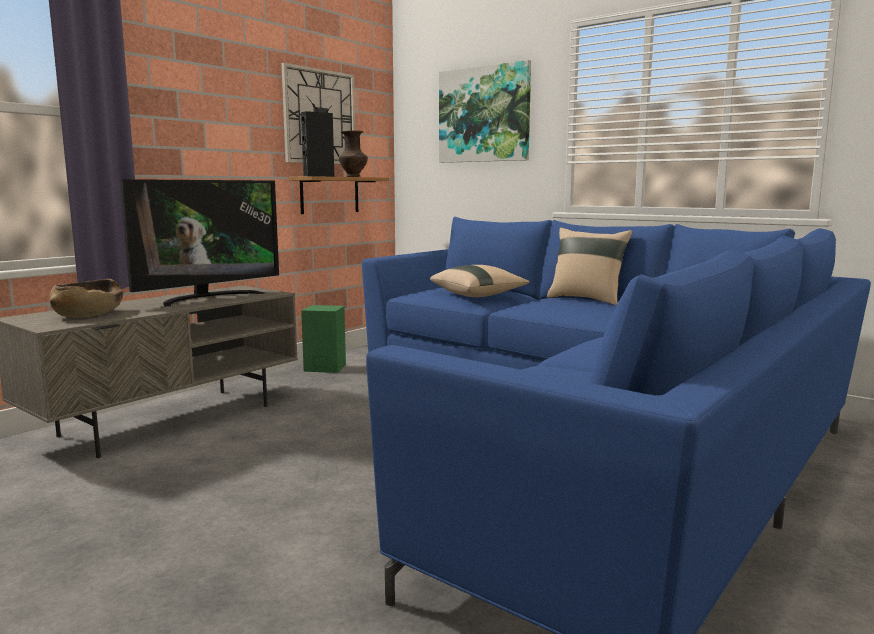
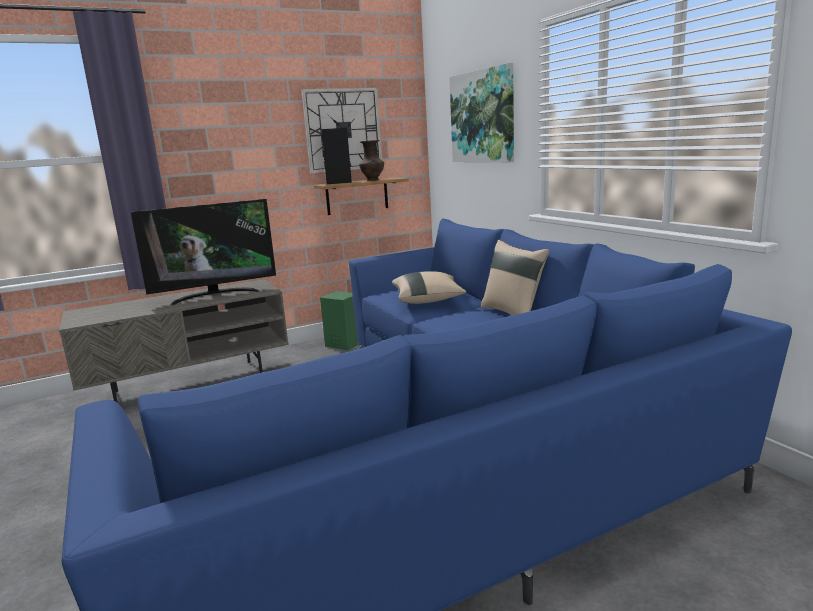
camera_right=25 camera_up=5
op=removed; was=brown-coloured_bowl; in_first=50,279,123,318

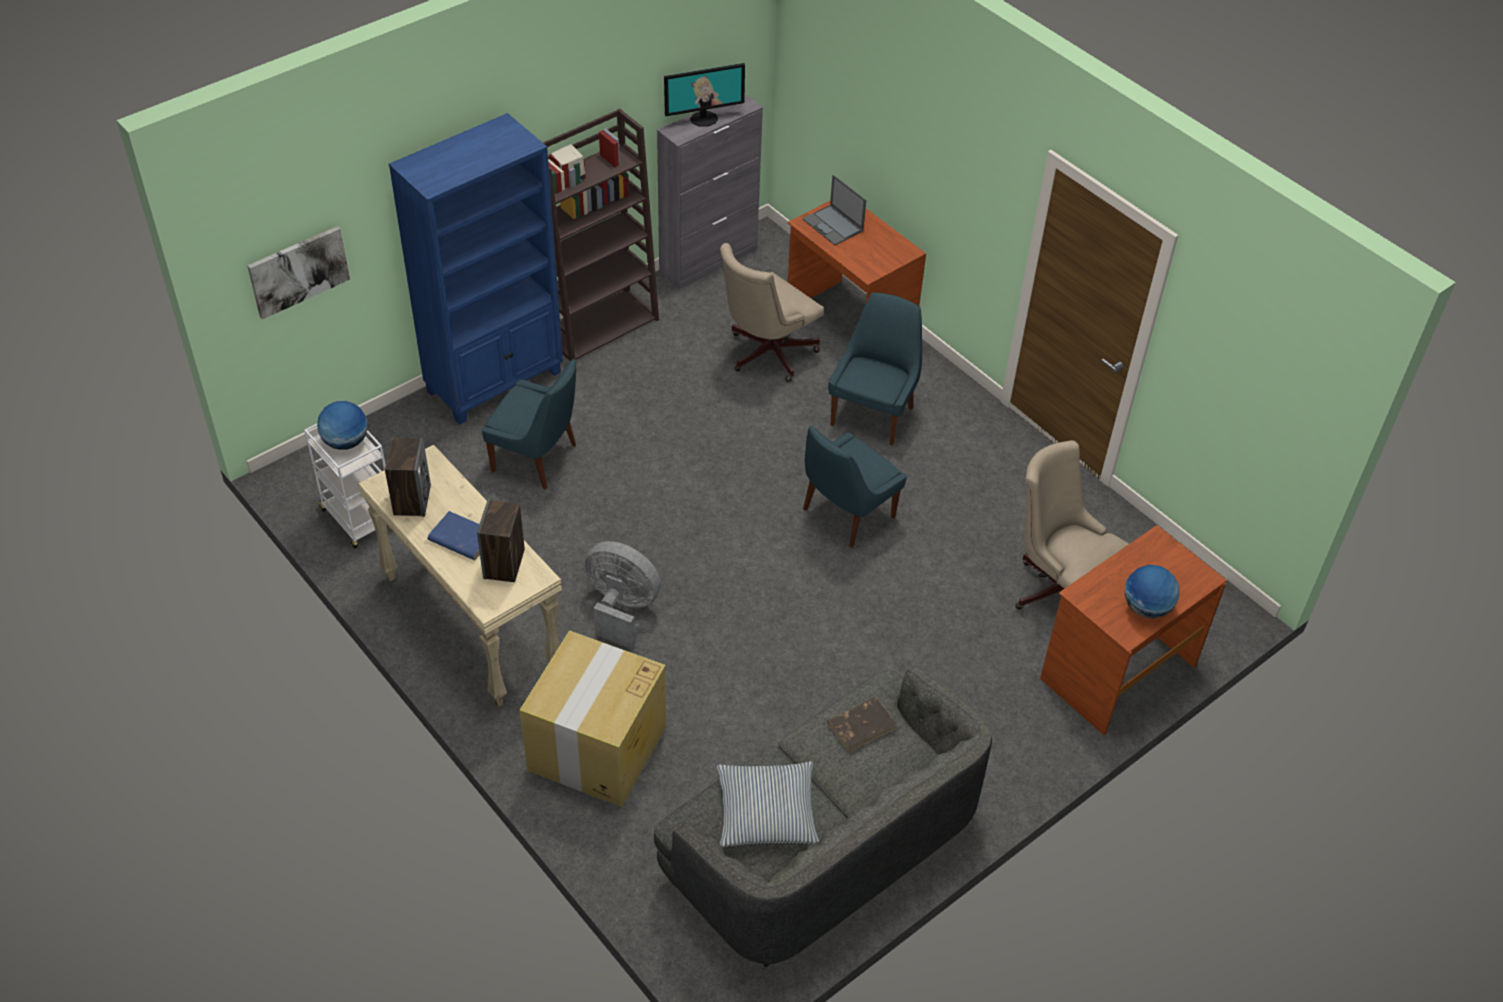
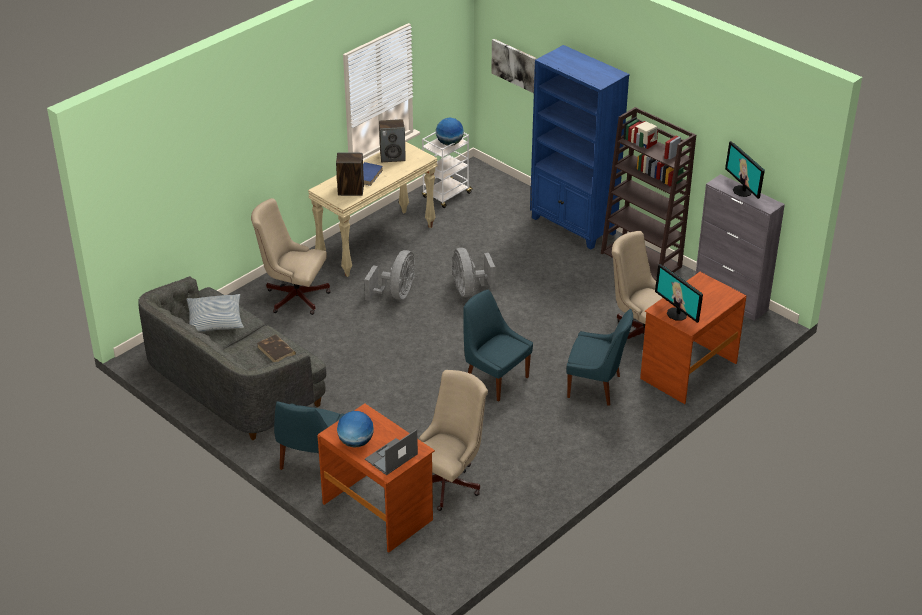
camera_right=85 camera_up=-10
op=added; now=gray_electric_fan; in_second=452,248,495,297
op=added; now=computer_screen; in_second=655,264,703,323
op=moved; was=blue_plain_chair; in_first=482,359,576,489; in_second=274,402,345,470
op=moved; was=notebook_computer; in_first=803,175,866,245; in_second=365,429,418,475
op=replaced; was=packing_box; now=sand-coloured_office_chair; in_first=520,630,666,807; in_second=251,198,331,315

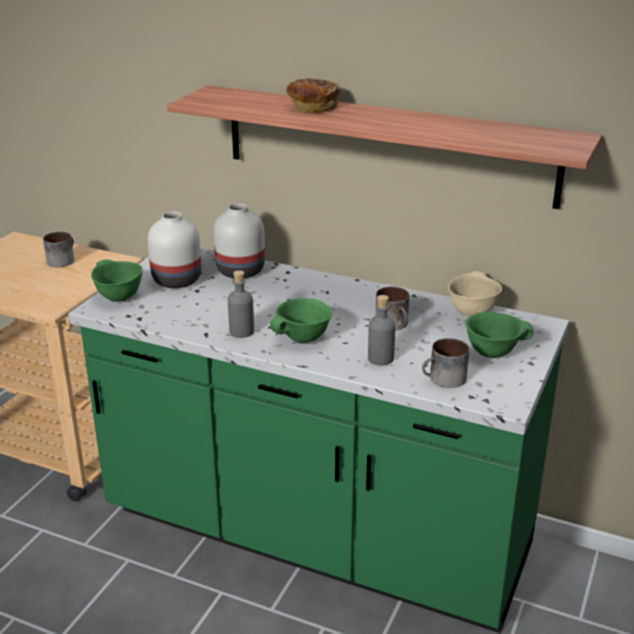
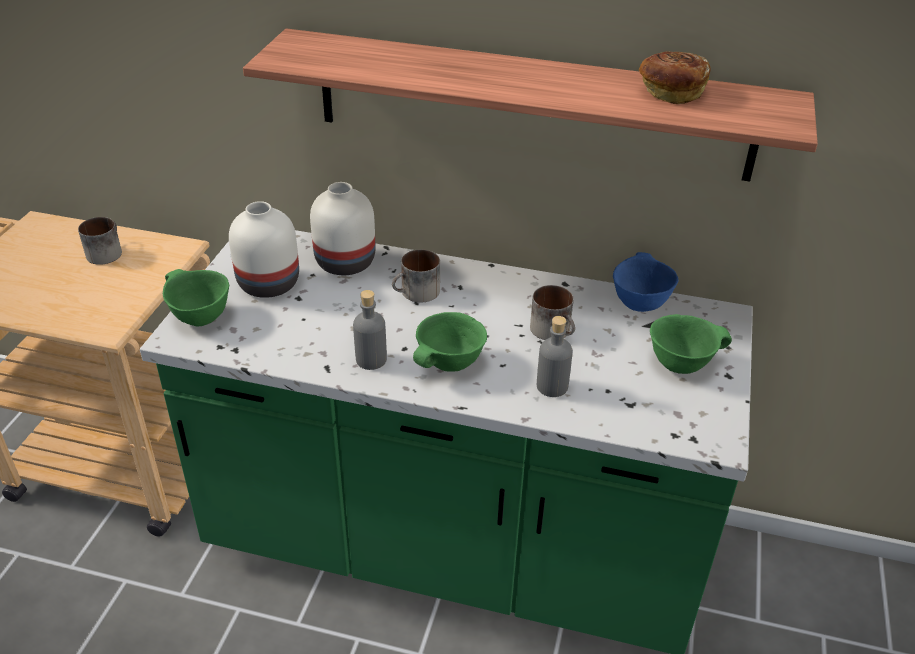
camera_right=-10 camera_up=10
op=moved; was=bakery_bread; in_first=286,78,340,113; in_second=639,51,711,104
op=moved; was=mug; in_first=422,338,469,388; in_second=392,249,440,302
op=recoloured; was=sand-coloured_bowl; now=blue_bowl; in_first=448,271,502,316; in_second=613,252,678,312

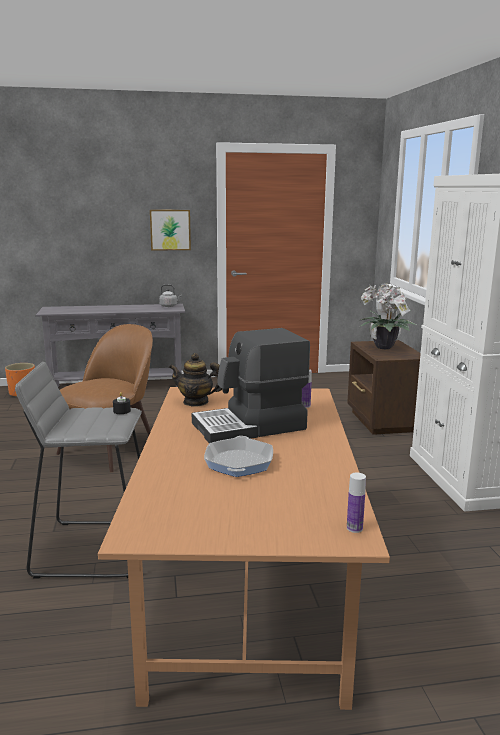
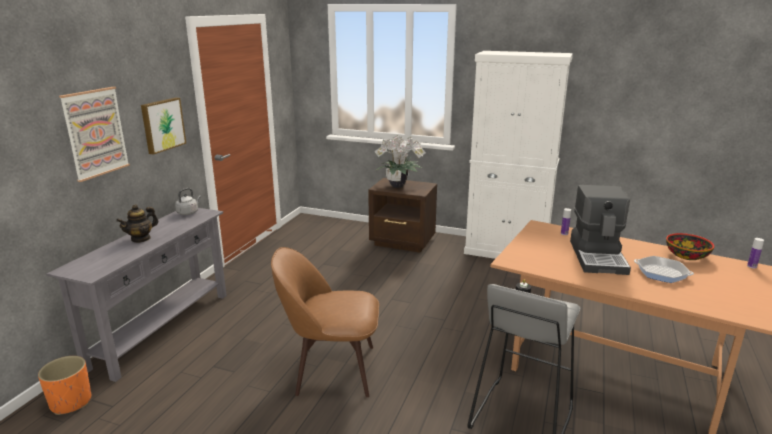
camera_right=-60 camera_up=5
op=added; now=picture; in_second=59,87,130,182
op=added; now=bowl; in_second=666,233,714,260
op=moved; was=teapot; in_first=169,353,222,407; in_second=116,205,158,243
op=turned; was=brown-coloured_plain_chair; in_first=57,324,153,472; in_second=271,247,379,397; clockwise=-60

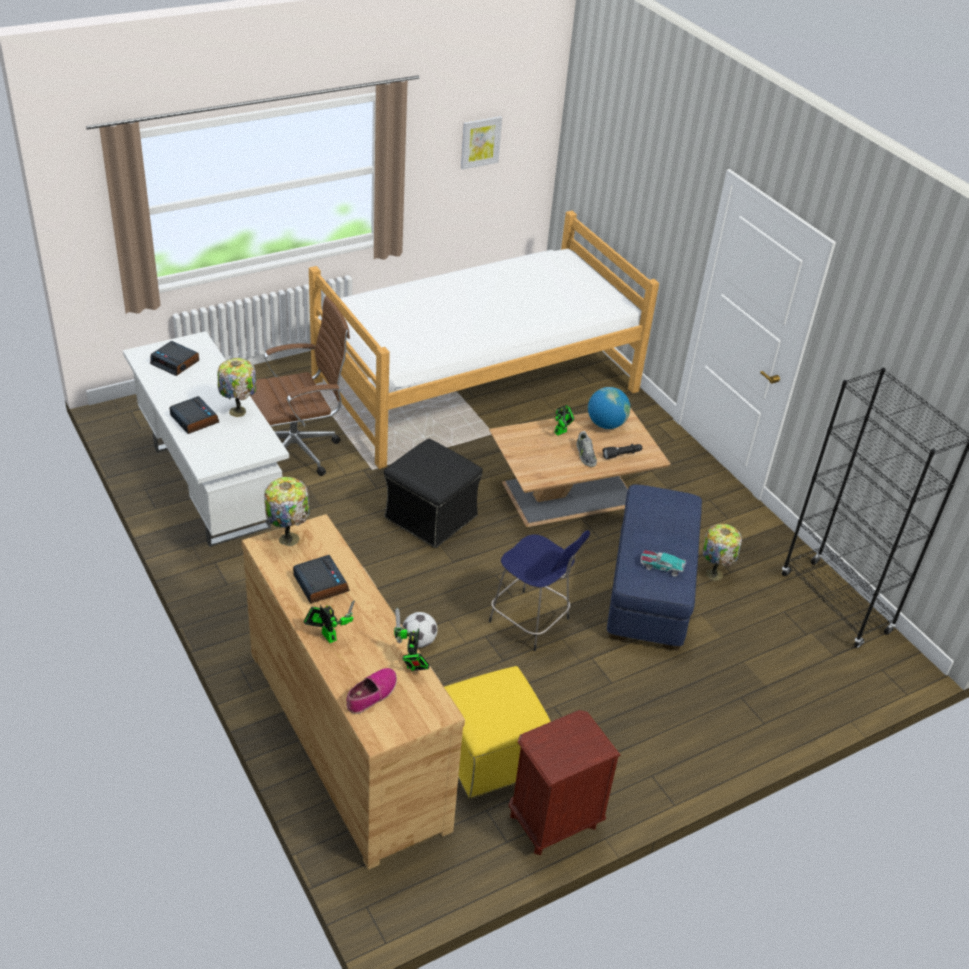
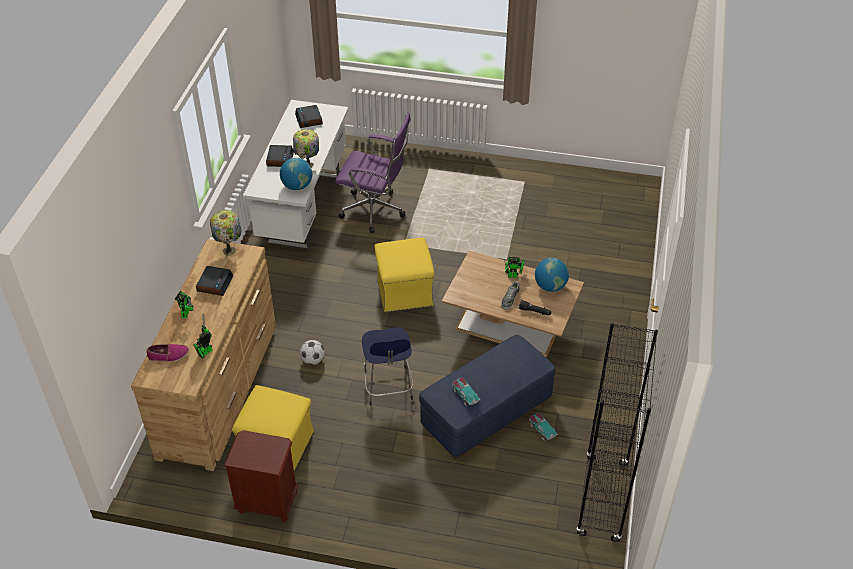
camera_right=45 camera_up=5
op=removed; was=bedroom_bed; in_first=309,211,659,469
op=removed; was=picture; in_first=461,116,502,170
op=added; now=desk_globe; in_second=280,158,312,190
op=replaced; was=lamp_for_a_table; now=model_car; in_first=702,524,742,580; in_second=529,413,558,441
op=recoloured; was=brown-coloured_office_chair; now=purple-coloured_office_chair; in_first=250,296,350,476; in_second=335,113,411,233
op=recoloured; was=blackish_ottoman; now=yellow_ottoman; in_first=384,439,483,548; in_second=374,238,435,312

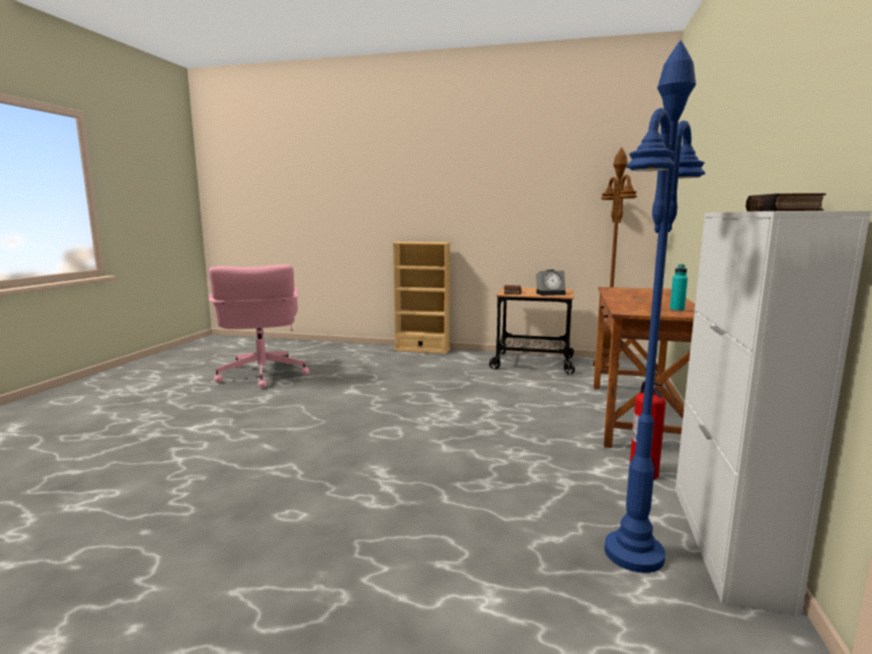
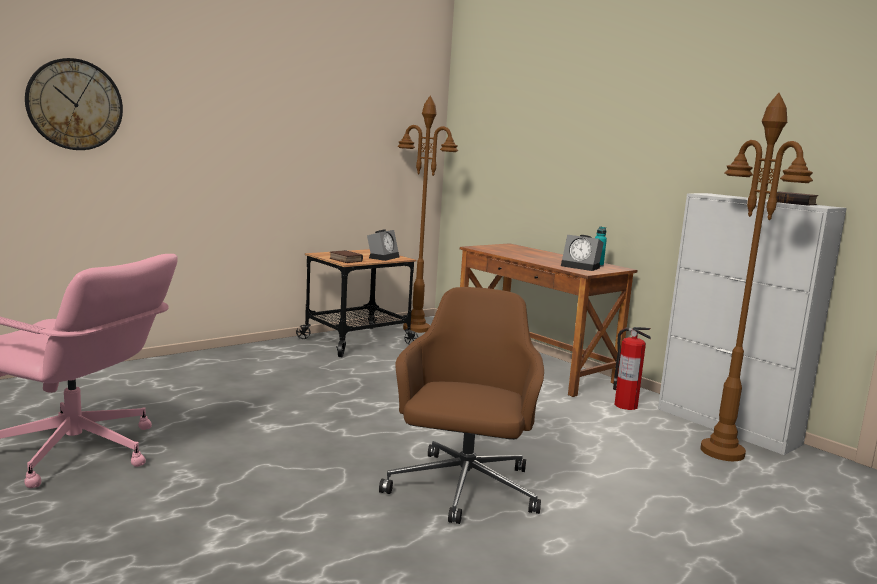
camera_right=-55 camera_up=0
op=removed; was=sand-coloured_shelving_unit; in_first=392,242,451,354
op=added; now=wall_clock; in_second=25,58,123,150
op=added; now=brown-coloured_office_chair; in_second=379,287,544,524
op=added; now=bedside_clock; in_second=561,235,604,271
op=recoloured; was=blue_standard_lamp; now=brown-coloured_standard_lamp; in_first=604,40,705,573; in_second=700,93,813,461

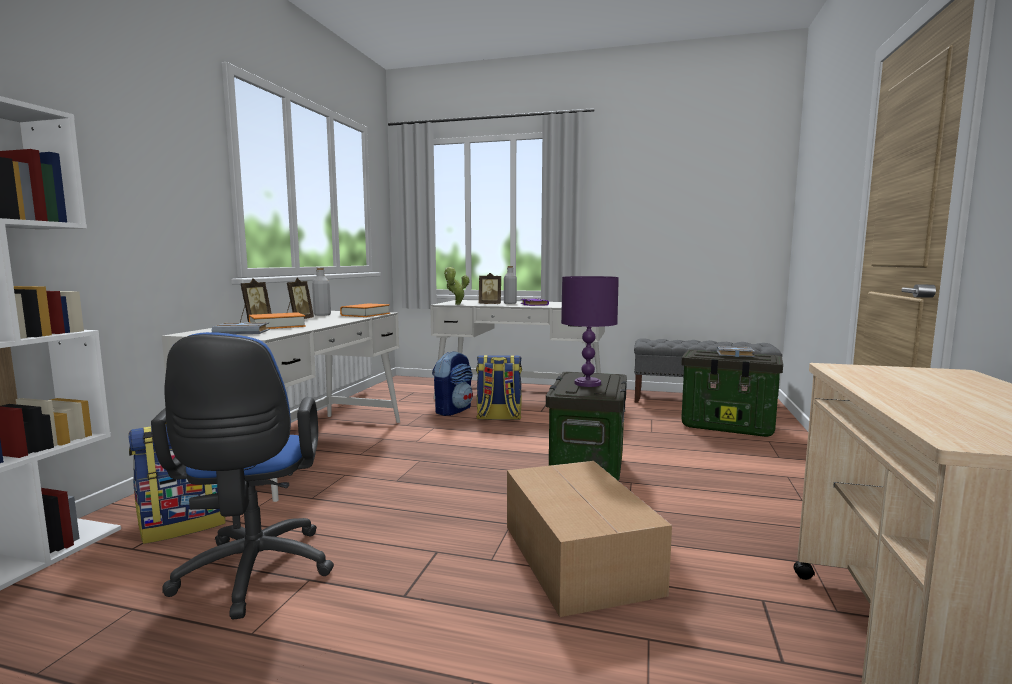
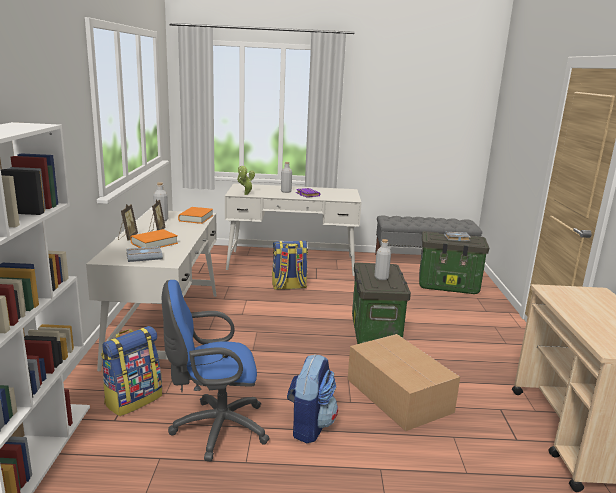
camera_right=-15 camera_up=10
op=removed; was=standing_frame; in_first=479,273,501,304
op=moved; was=backpack; in_first=432,351,473,416; in_second=287,355,338,443
op=replaced; was=purple-coloured_lamp_for_a_table; now=gray_drink_bottle; in_first=561,276,619,387; in_second=374,239,391,280
op=turned; was=blue_office_chair; in_first=151,332,334,620; in_second=162,280,270,462; clockwise=105

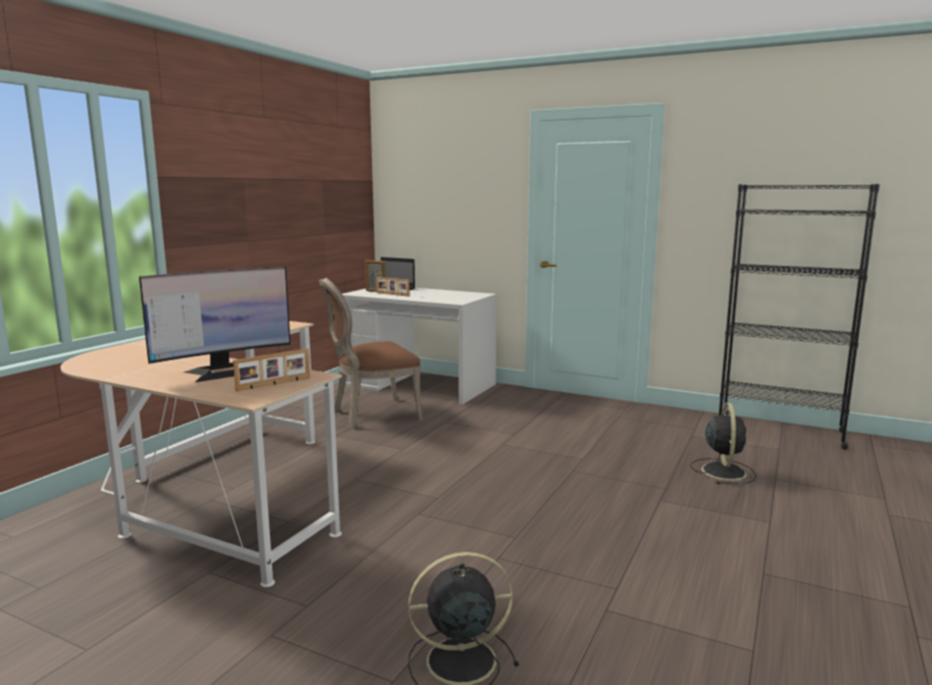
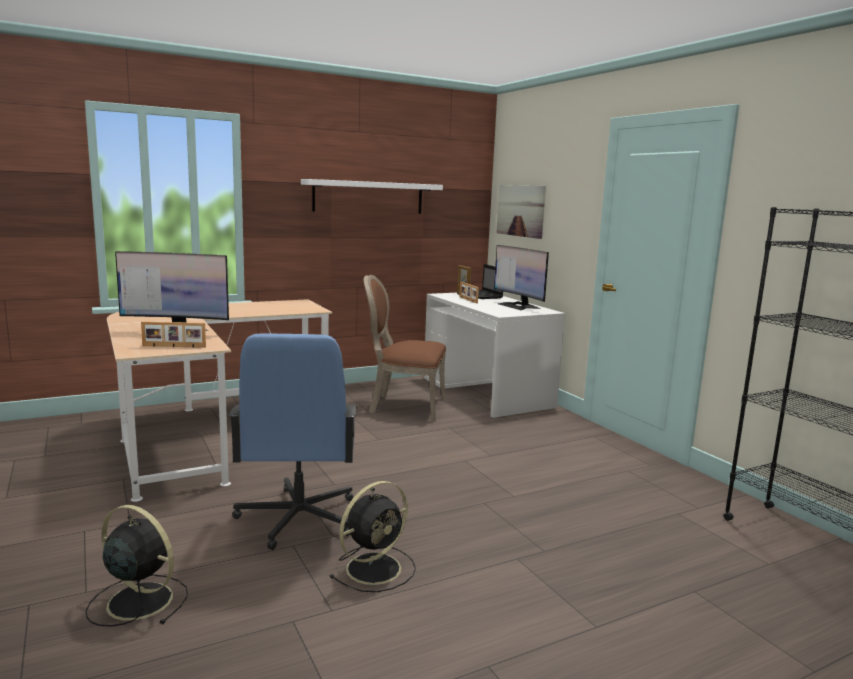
camera_right=35 camera_up=0
op=added; now=blue_office_chair; in_second=229,333,357,550
op=added; now=whitish_shelf; in_second=301,179,443,214
op=added; now=computer_screen; in_second=494,245,549,310
op=added; now=picture; in_second=496,185,546,239
op=moved; was=blackish_electric_fan; in_first=690,403,756,484; in_second=329,481,416,592

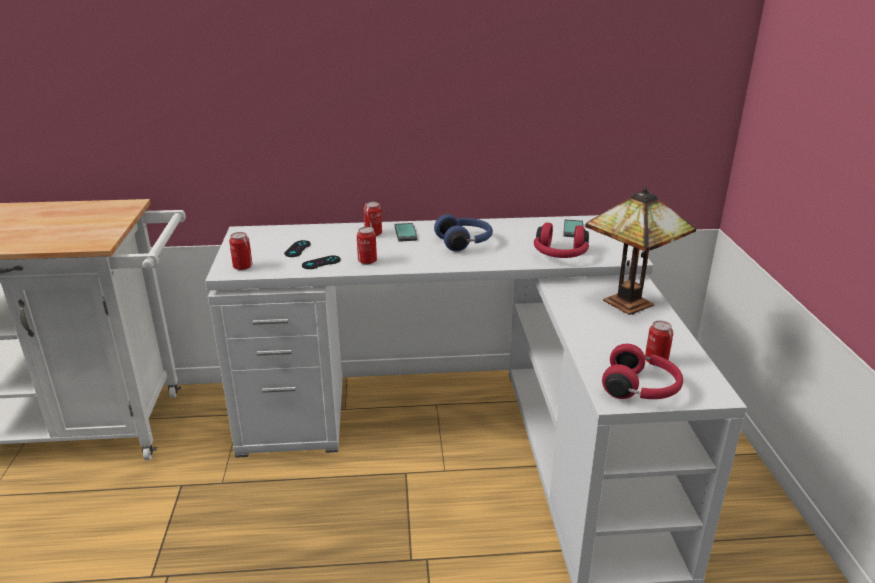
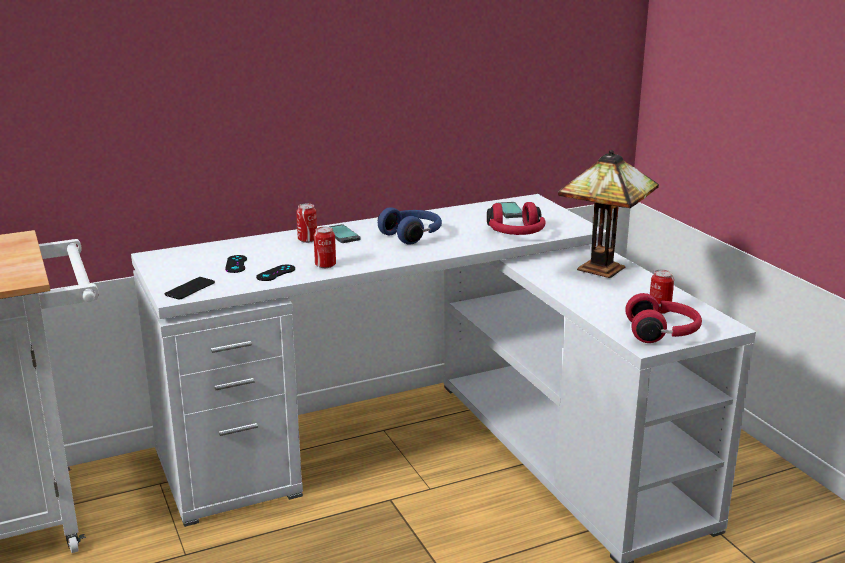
camera_right=-20 camera_up=-5
op=replaced; was=sealed_can; now=handset; in_first=229,232,253,270; in_second=165,277,215,300

